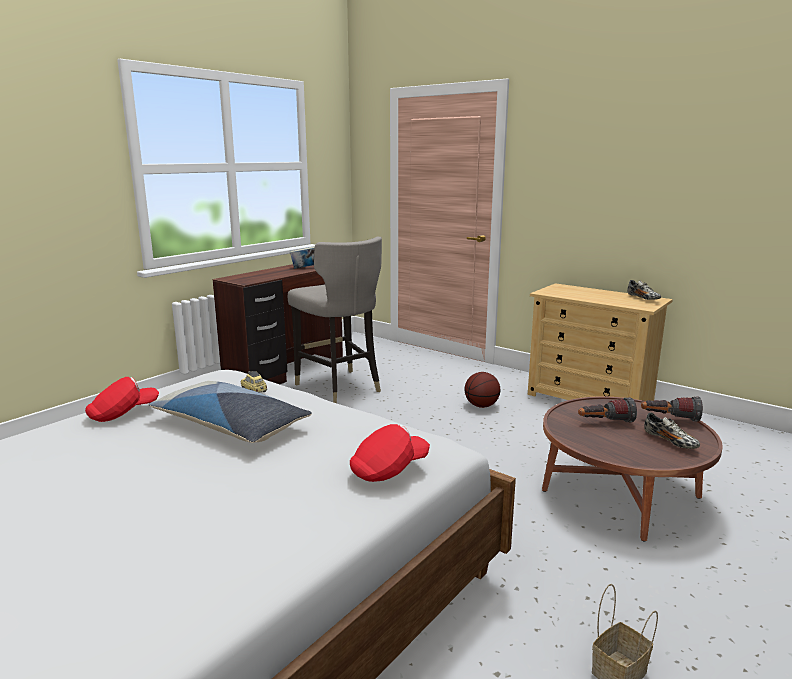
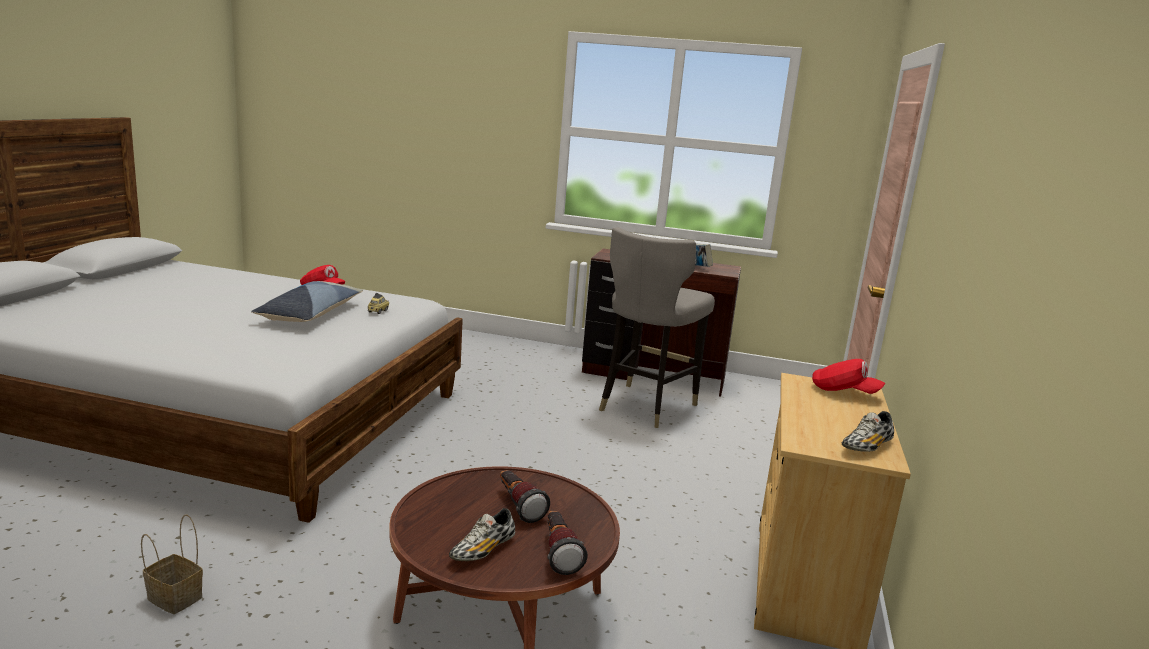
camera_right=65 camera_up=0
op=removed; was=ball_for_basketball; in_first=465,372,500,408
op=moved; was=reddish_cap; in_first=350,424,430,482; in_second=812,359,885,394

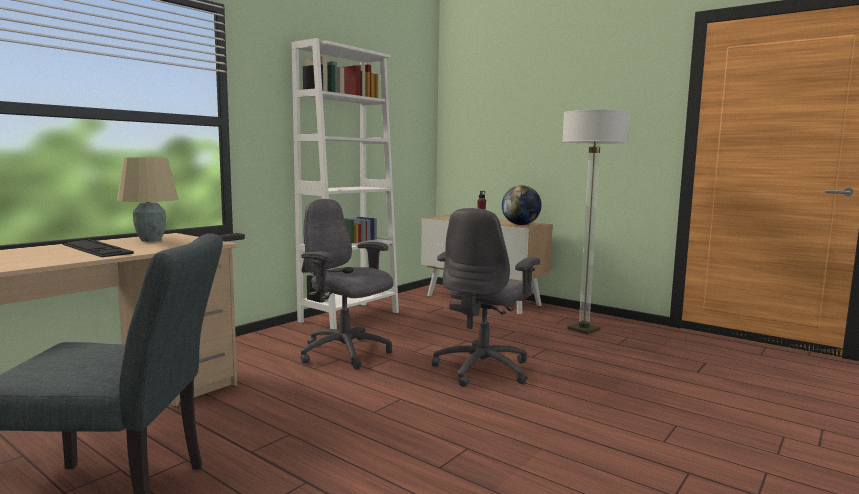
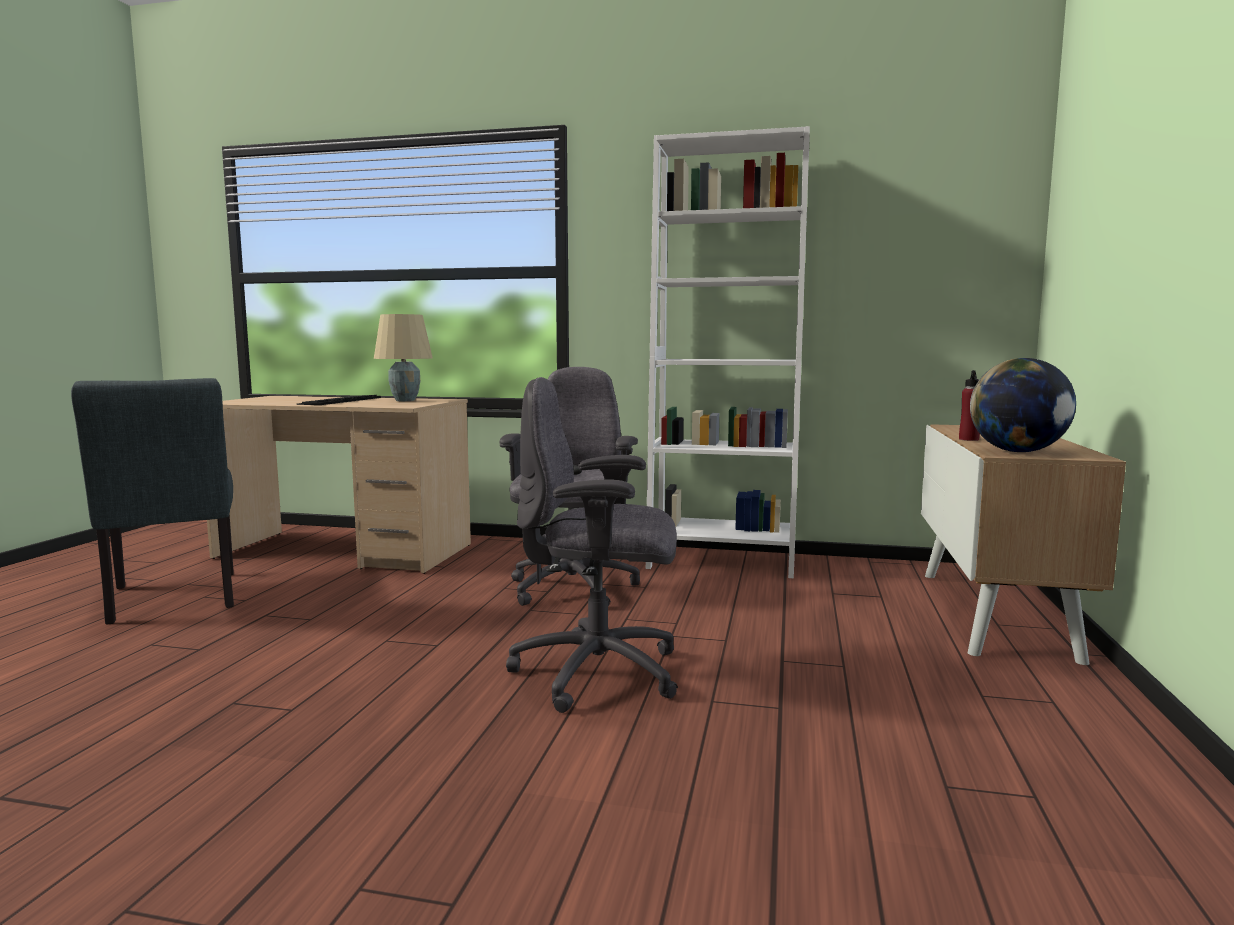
camera_right=65 camera_up=0
op=removed; was=standard_lamp; in_first=562,110,631,334

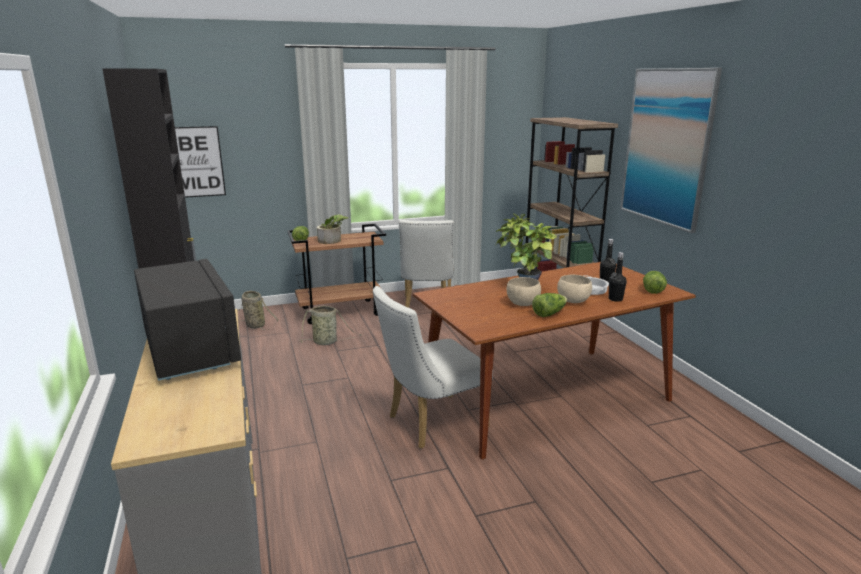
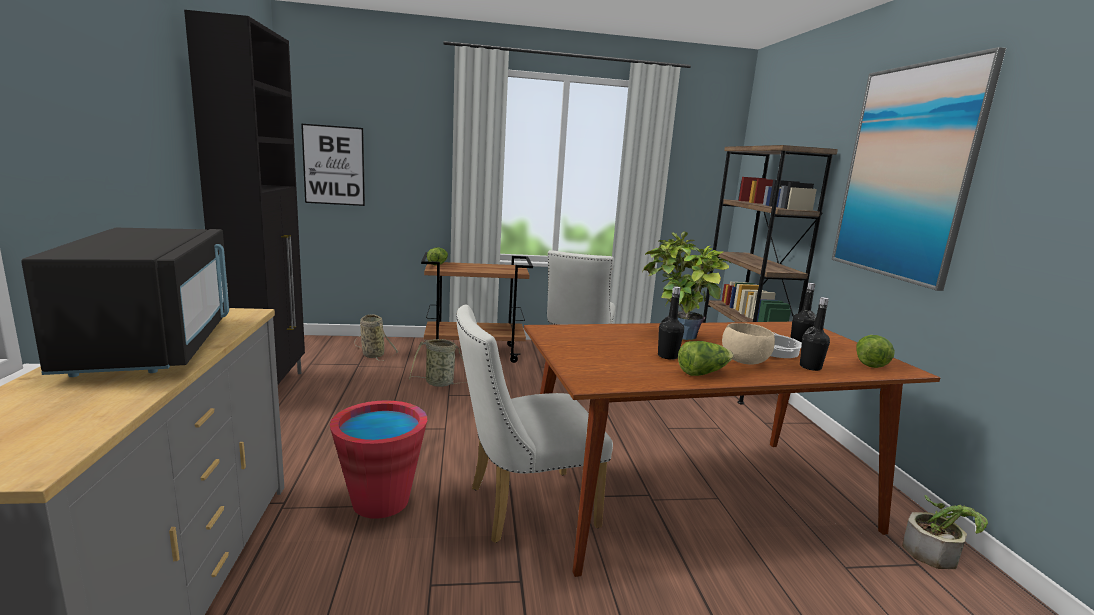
camera_right=10 camera_up=-5
op=added; now=reddish_bucket; in_second=330,400,427,519
op=moved; was=potted_plant; in_first=317,214,349,244; in_second=902,495,988,569
op=replaced; was=sand-coloured_bowl; now=blackish_drink_bottle; in_first=507,277,541,306; in_second=658,286,684,360

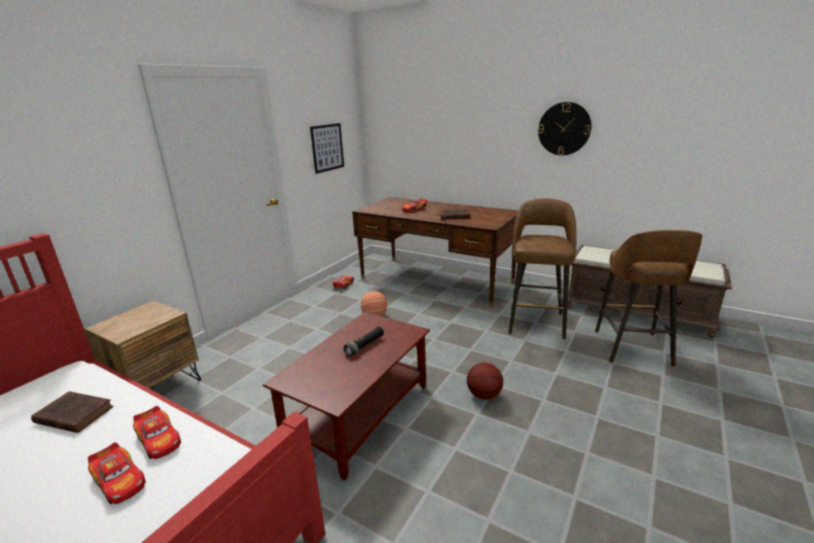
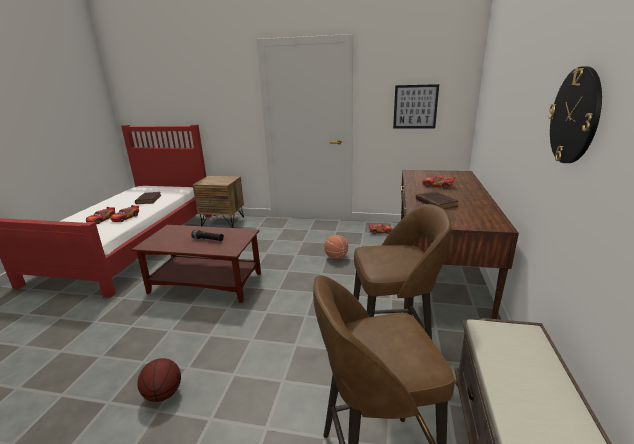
camera_right=70 camera_up=0
op=moved; was=ball_for_basketball; in_first=467,362,503,400; in_second=137,358,181,402

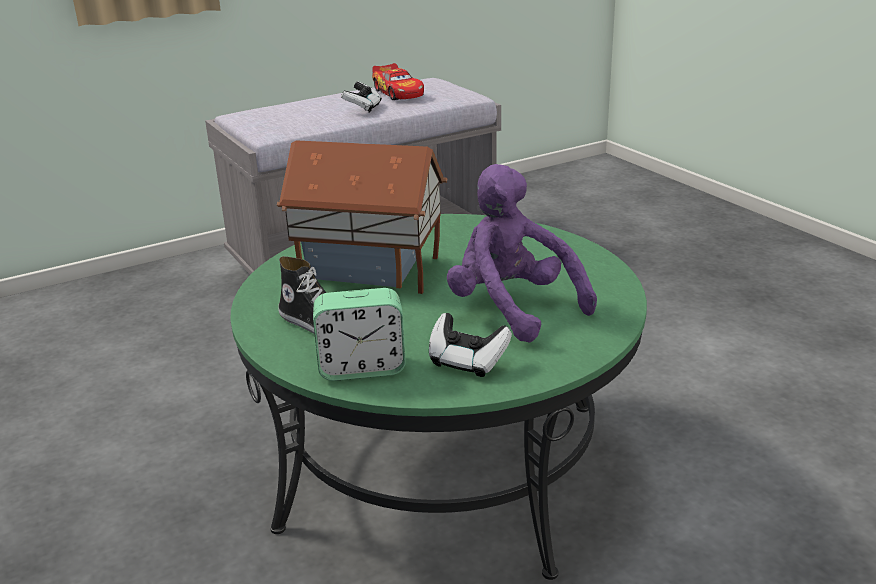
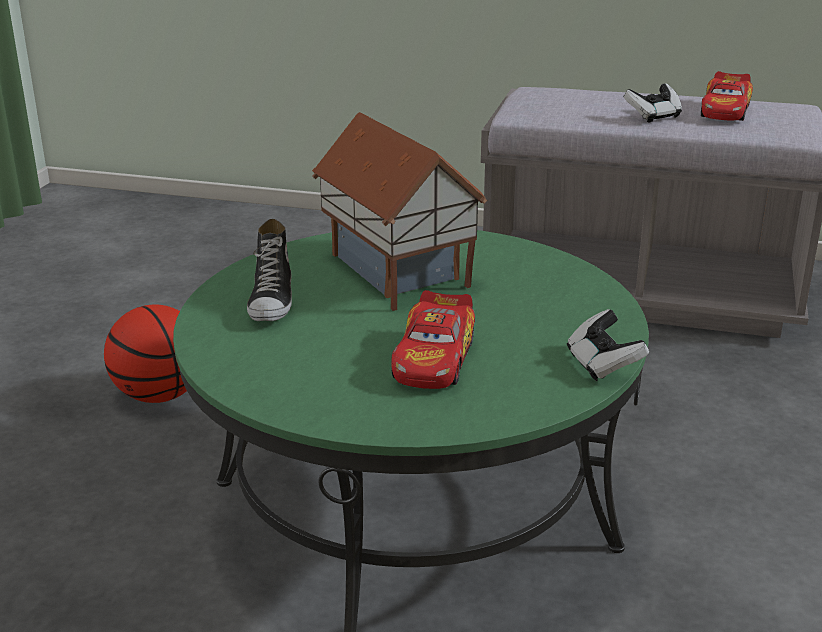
camera_right=45 camera_up=0
op=removed; was=bedside_clock; in_first=313,288,406,381
op=added; now=ball_for_basketball; in_second=104,305,187,403
op=moved; was=gamepad; in_first=429,313,512,377; in_second=567,309,649,381
op=replaced; was=purple-coloured_soft_toy; now=model_car; in_first=447,164,597,343; in_second=391,290,475,389

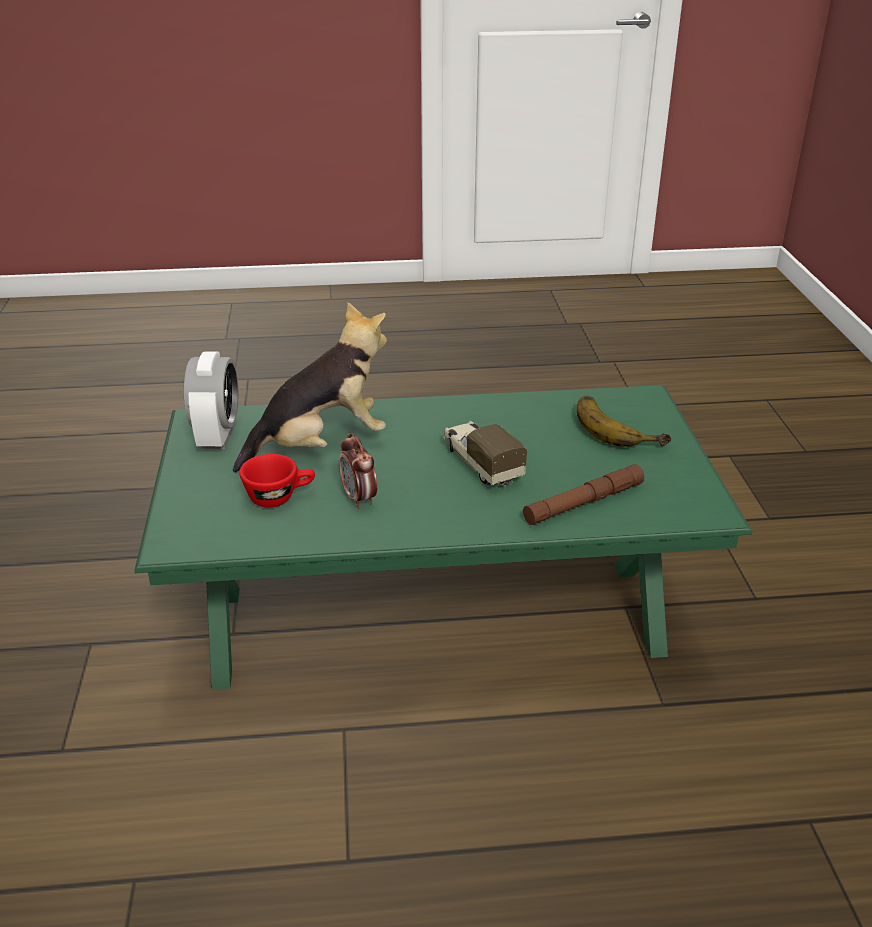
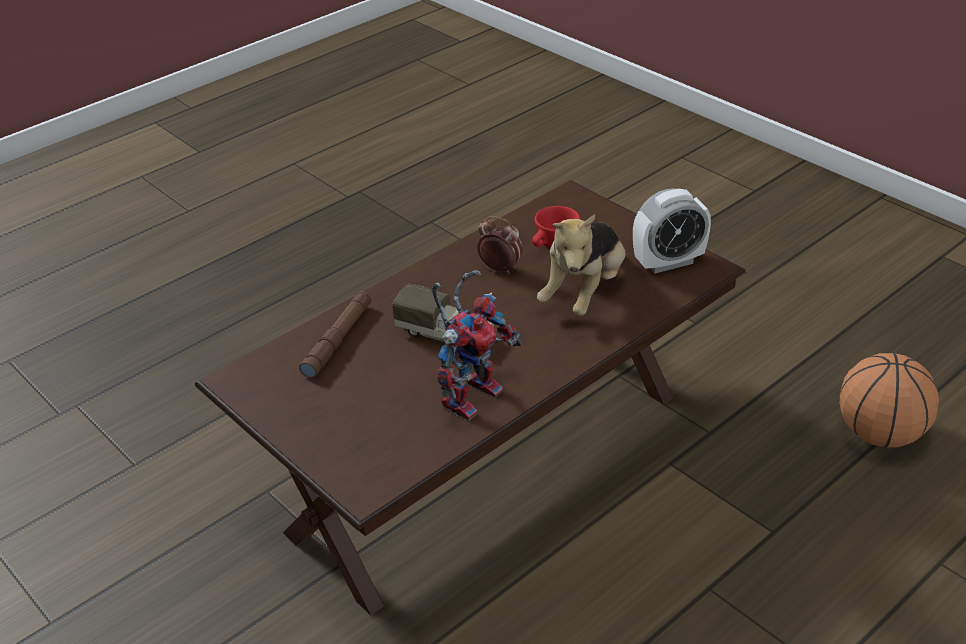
camera_right=145 camera_up=5
op=removed; was=whole_banana; in_first=576,396,671,447
op=added; now=toy_robot; in_second=431,270,522,421
op=added; now=ball_for_basketball; in_second=839,353,939,448
op=recoloured; was=green-coloured_lounge_table; now=brown-coloured_lounge_table; in_first=134,385,752,690; in_second=195,181,746,615
op=turned; was=bedside_clock; in_first=184,351,238,449; in_second=633,188,711,273; clockwise=-75

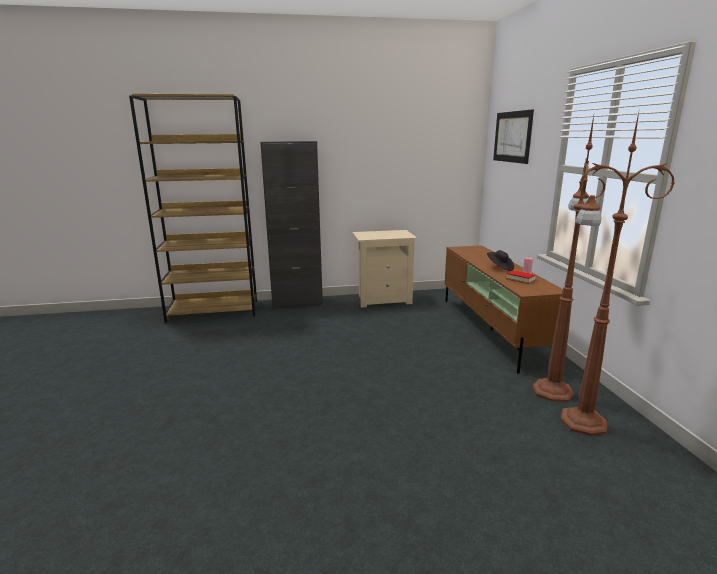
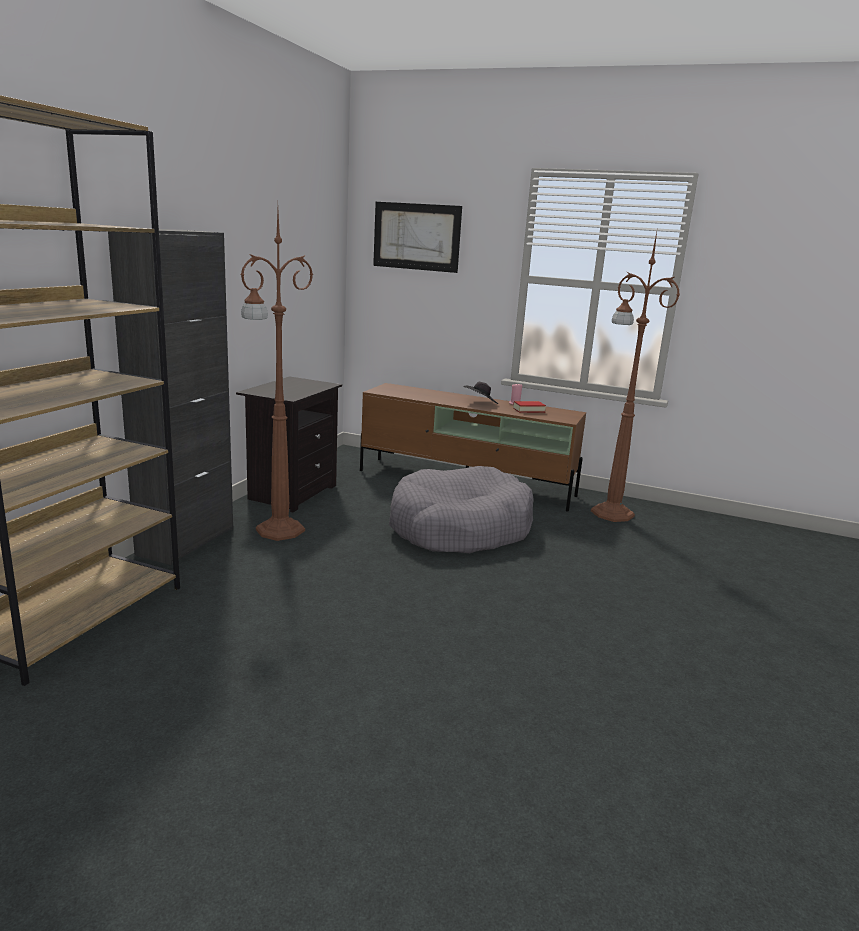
camera_right=-60 camera_up=0
op=added; now=gray_dog_bed; in_second=389,466,534,553
op=moved; was=brown-coloured_standard_lamp; in_first=561,112,675,436; in_second=240,210,313,541
op=recoloured; was=sand-coloured_nightstand; now=blackish_nightstand; in_first=352,230,417,308; in_second=236,376,342,513

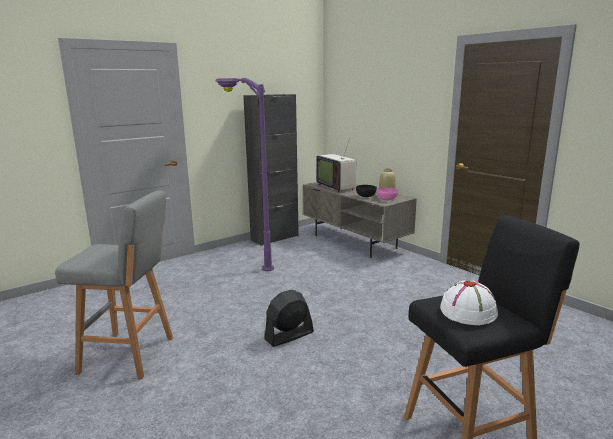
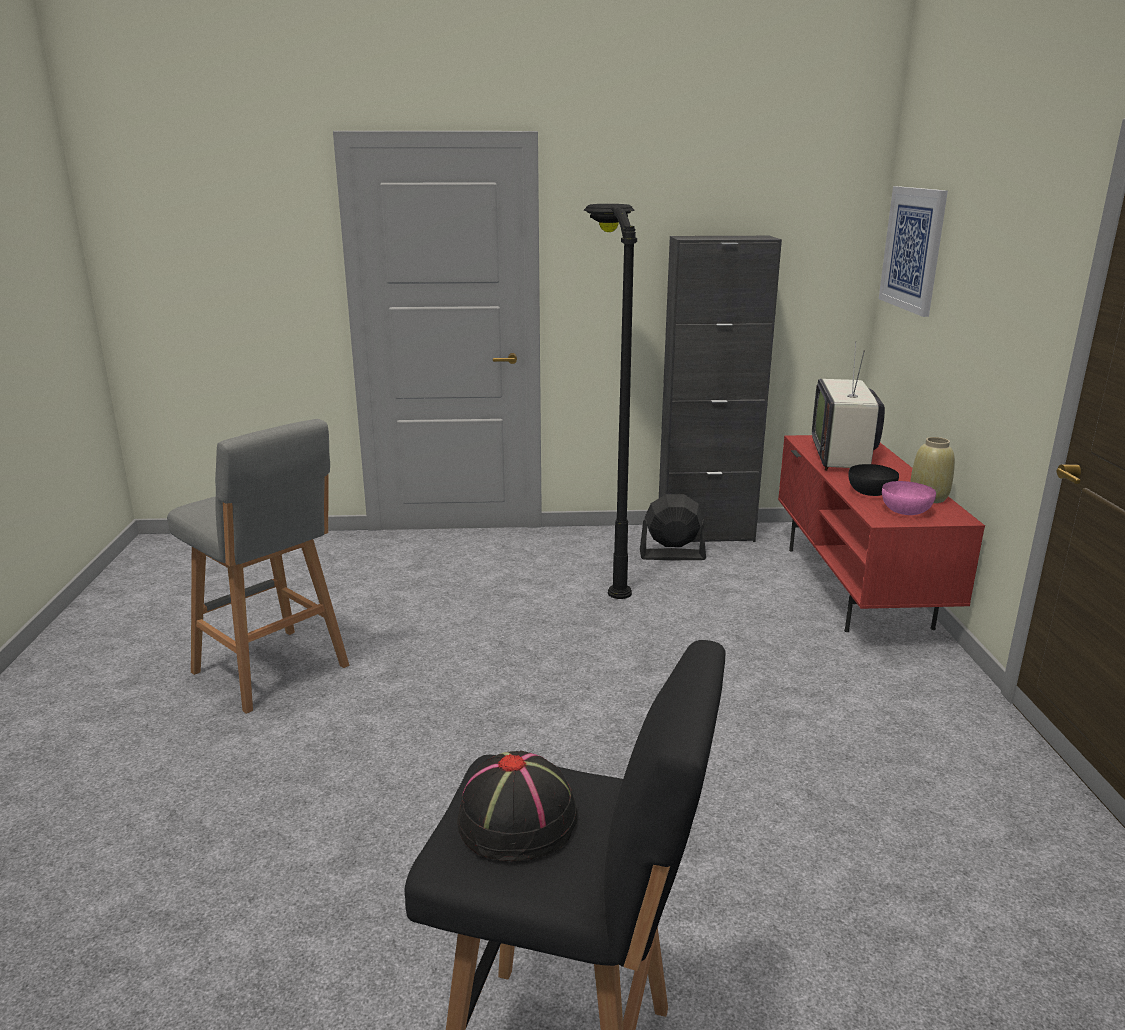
camera_right=35 camera_up=5
op=added; now=picture; in_second=879,186,948,317
op=moved; was=blackish_electric_fan; in_first=264,290,314,347; in_second=640,494,706,560
op=recoloured; was=purple-coloured_standard_lamp; now=blackish_standard_lamp; in_first=215,78,274,271; in_second=583,204,637,599
op=recoloured; was=gray_media_console; now=reddish_media_console; in_first=303,182,417,258; in_second=778,435,985,632
op=recoloured; was=whitish_hat; now=blackish_hat; in_first=440,281,498,325; in_second=457,750,577,861

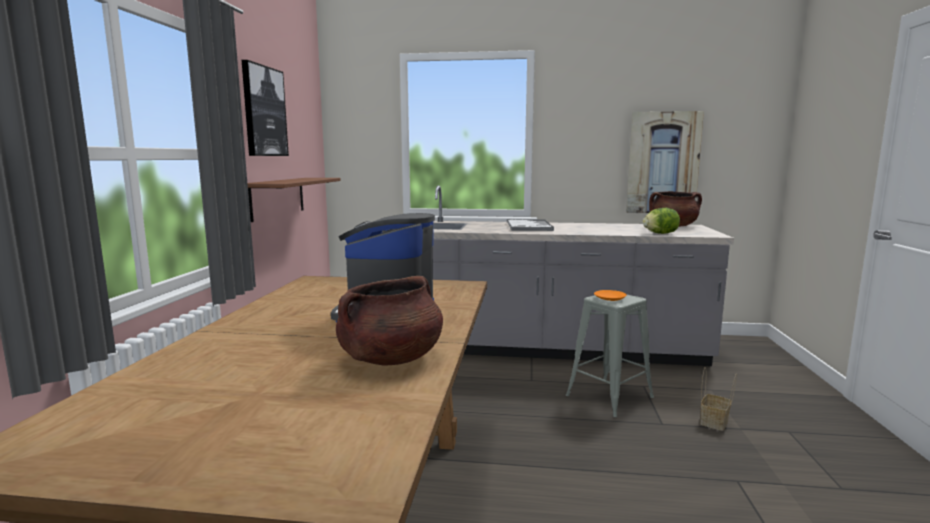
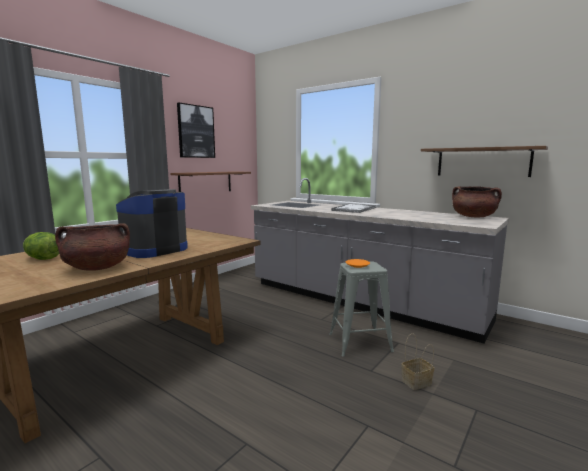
camera_right=30 camera_up=0
op=moved; was=head_of_lettuce; in_first=642,208,680,234; in_second=23,232,59,260
op=replaced; was=picture; now=brown-coloured_shelf; in_first=626,111,704,213; in_second=421,146,548,177

